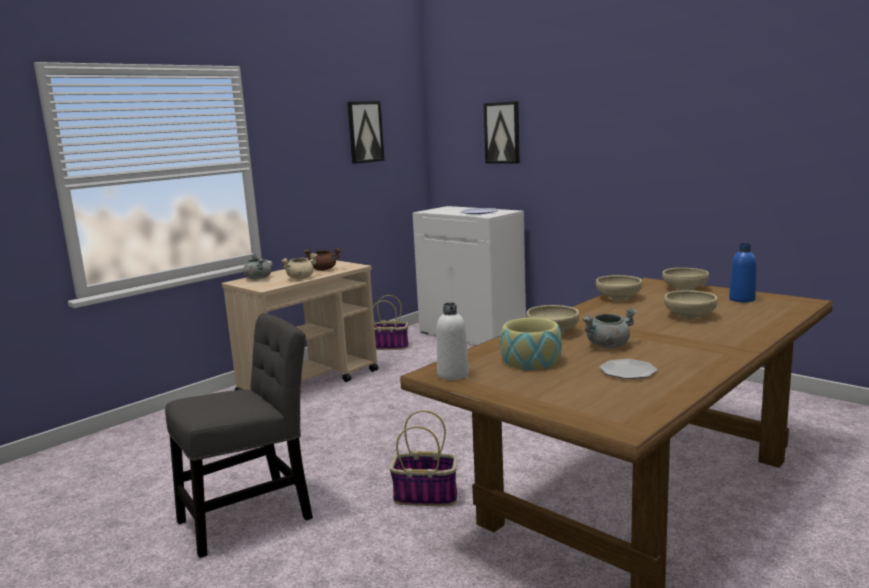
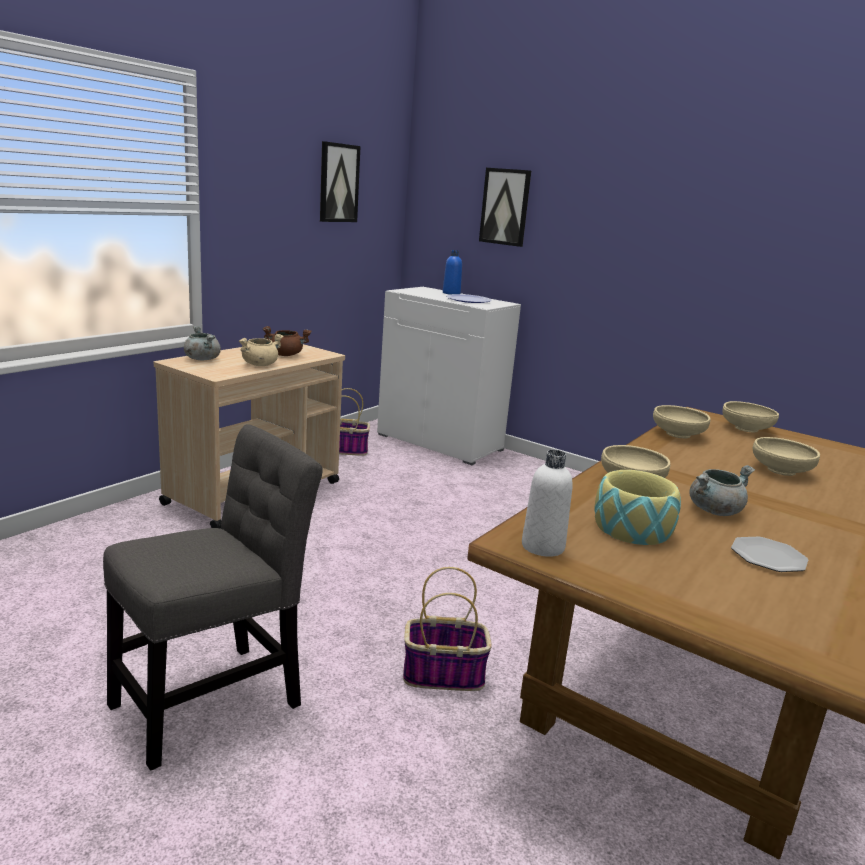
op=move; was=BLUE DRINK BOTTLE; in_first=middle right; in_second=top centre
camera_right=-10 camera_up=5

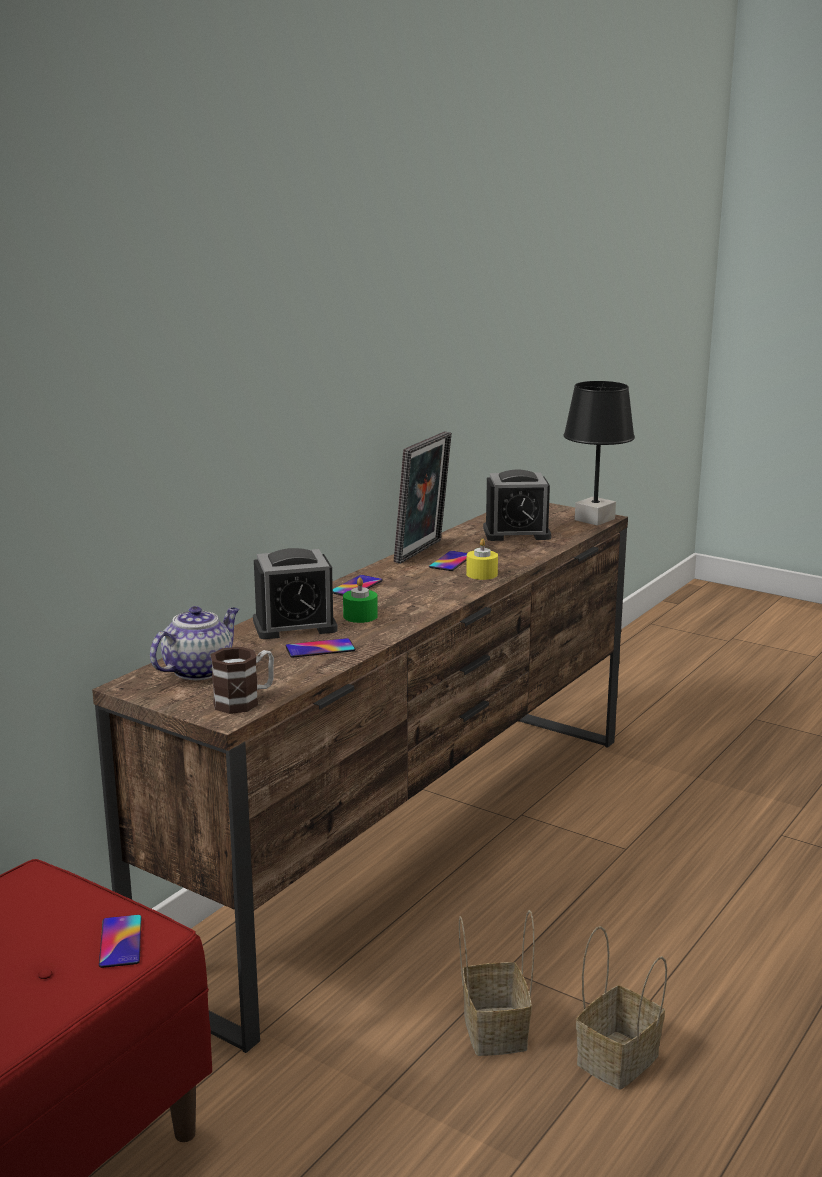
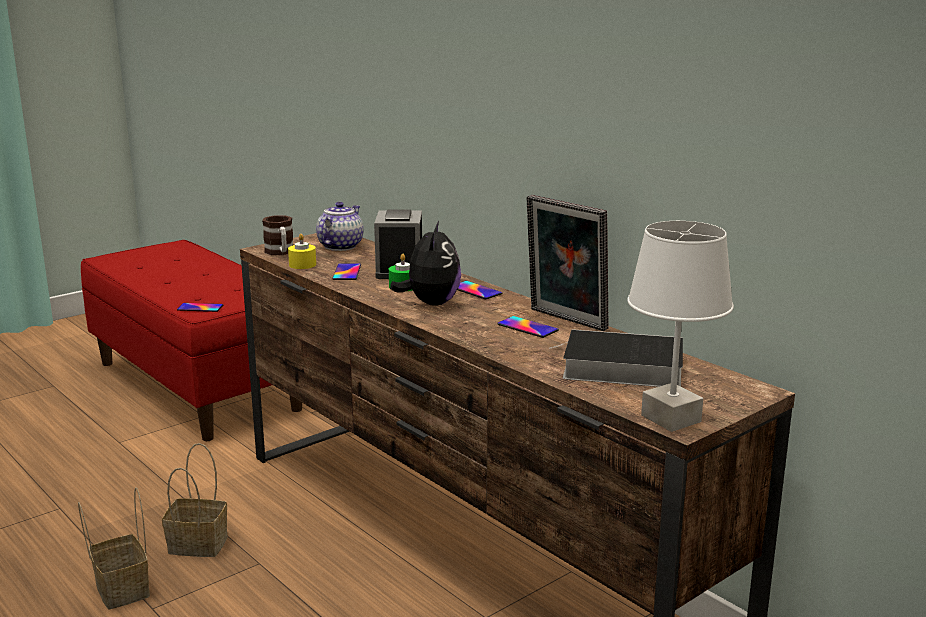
op=move; was=YELLOWISH CANDLE; in_first=centre; in_second=middle left
op=rotate; was=TEA POT; in_first=middle left; in_second=centre; clockwise=-120
op=insert; now=CUDDLY TOY; in_second=centre
op=replace; was=TABLE CLOCK (2nd from left); now=BOOK; in_first=centre; in_second=centre
op=recolor; was=BLACK LAMP FOR A TABLE; now=WHITE-COLOURED LAMP FOR A TABLE; in_first=middle right; in_second=middle right
camera_right=105 camera_up=0

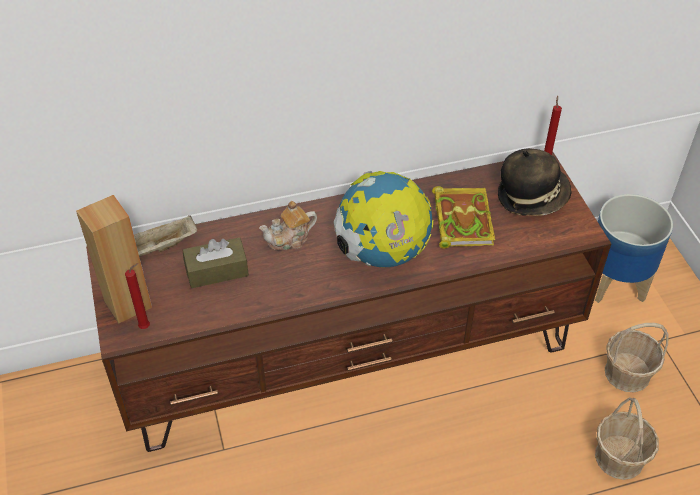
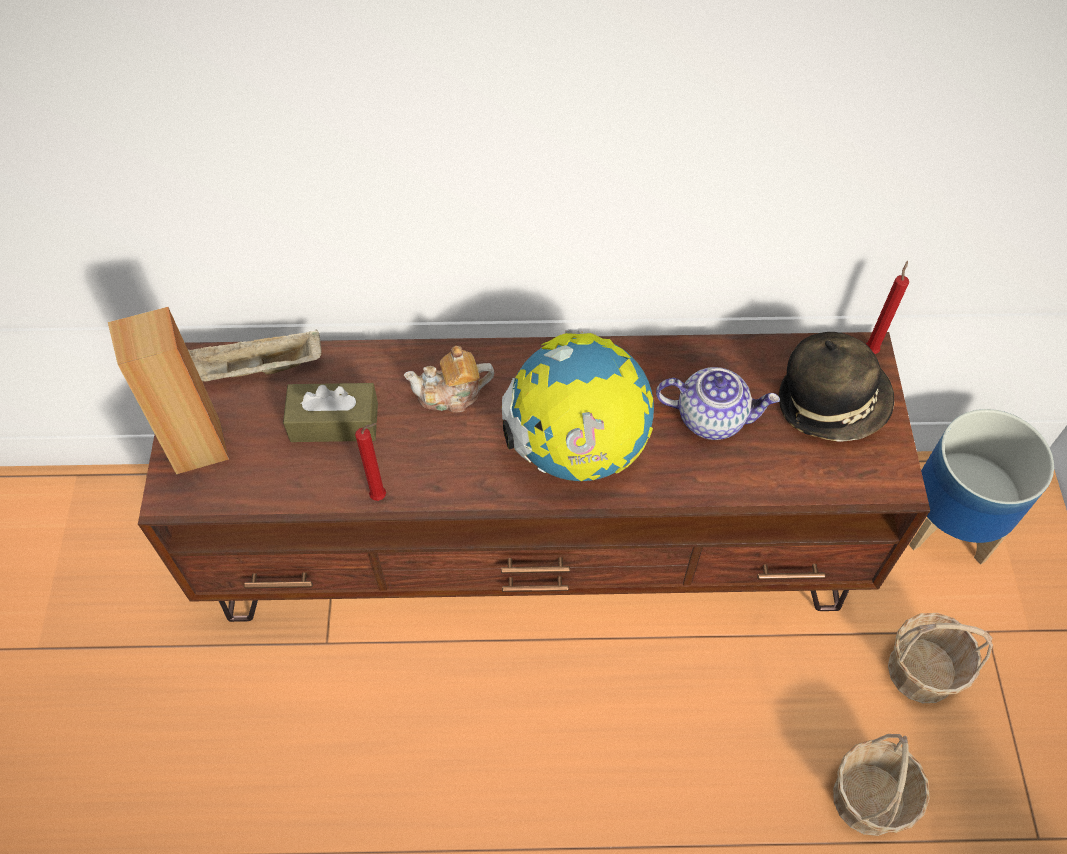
op=move; was=RED-COLOURED CANDLE (1st from left); in_first=middle left; in_second=centre
op=replace; was=BOOK; now=TEA POT (2nd from left); in_first=centre; in_second=middle right
camera_right=15 camera_up=10

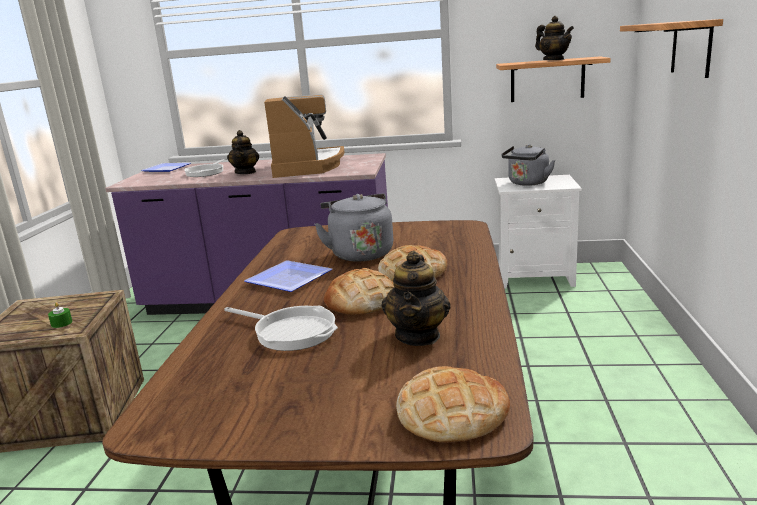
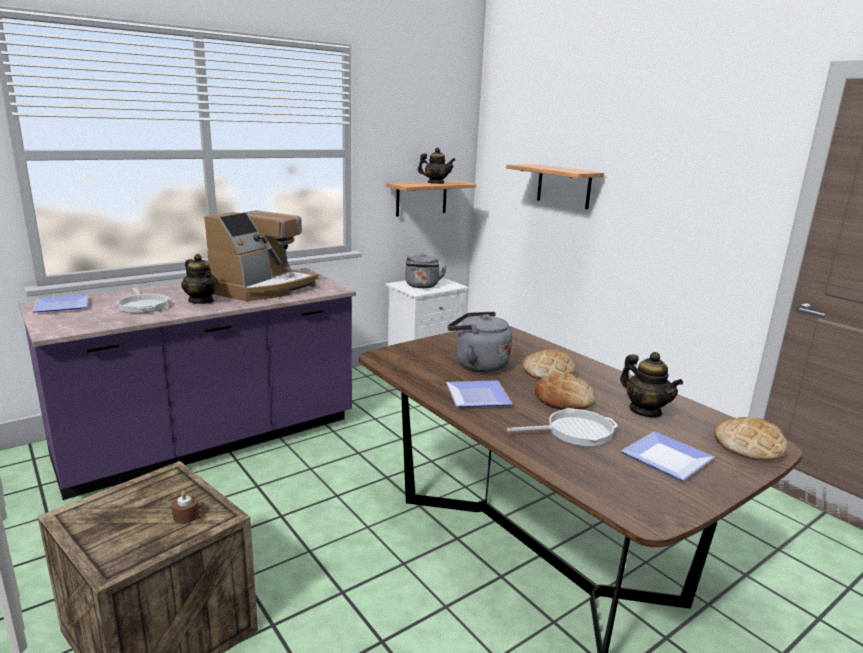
op=recolor; was=GREEN CANDLE; now=BROWN CANDLE; in_first=middle left; in_second=bottom left
op=rotate; was=COFFEE BREWER; in_first=top centre; in_second=middle left; clockwise=75
op=insert; now=DINNER PLATE (3rd from left); in_second=bottom right
camera_right=-45 camera_up=0

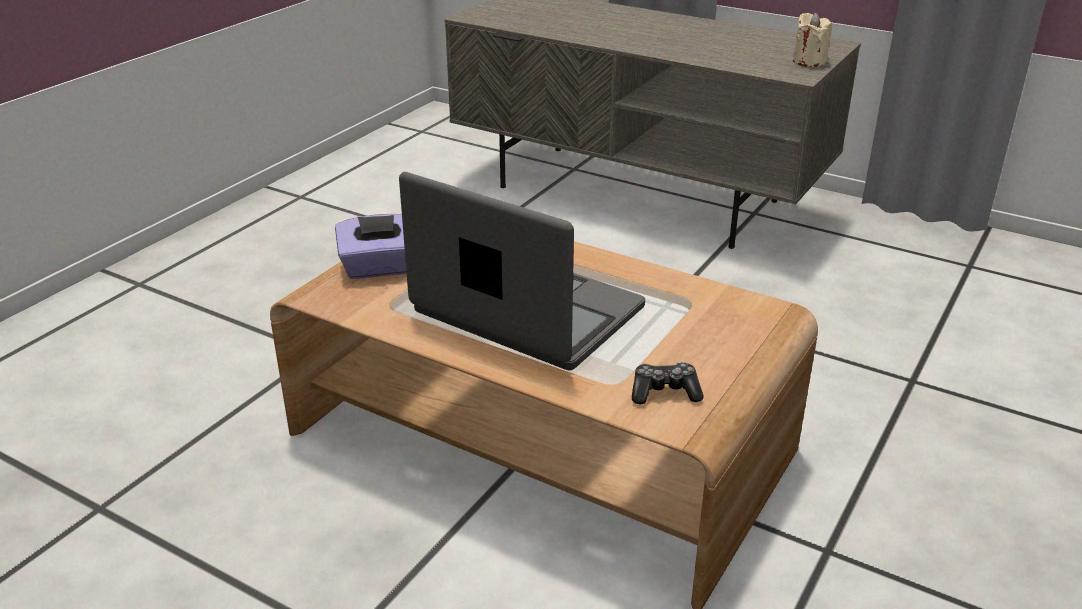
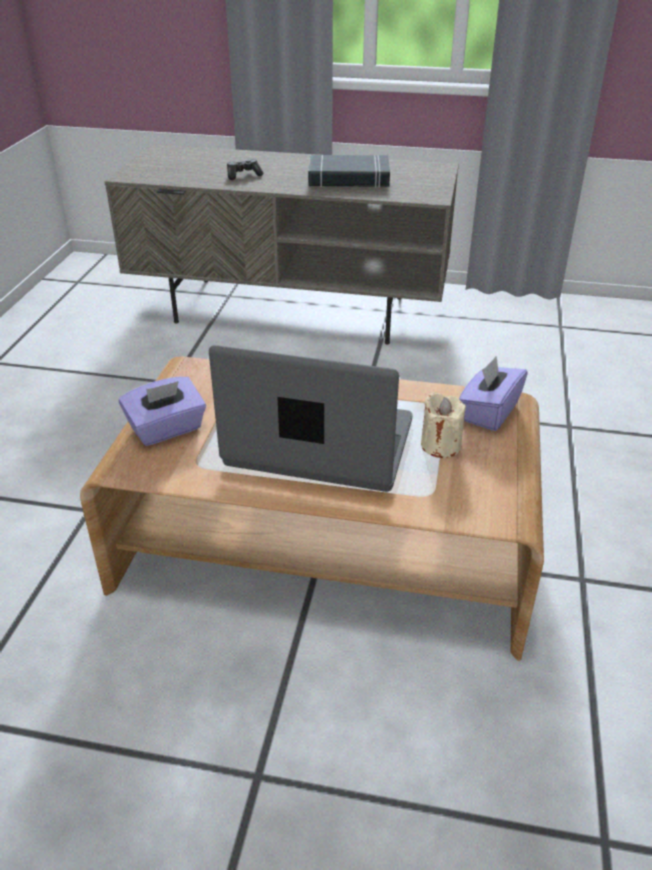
op=move; was=GAMEPAD; in_first=centre; in_second=top centre
op=insert; now=BLACK BOOK; in_second=top centre
op=move; was=BEIGE-COLOURED CANDLE; in_first=top right; in_second=middle right
op=insert; now=PURPLISH TISSUE HOLDER (2nd from left); in_second=middle right
camera_right=-20 camera_up=5

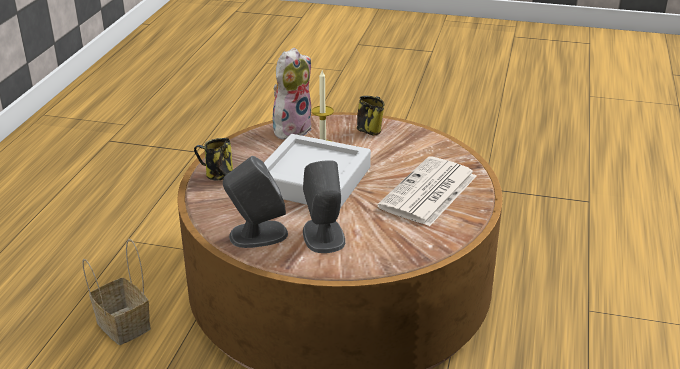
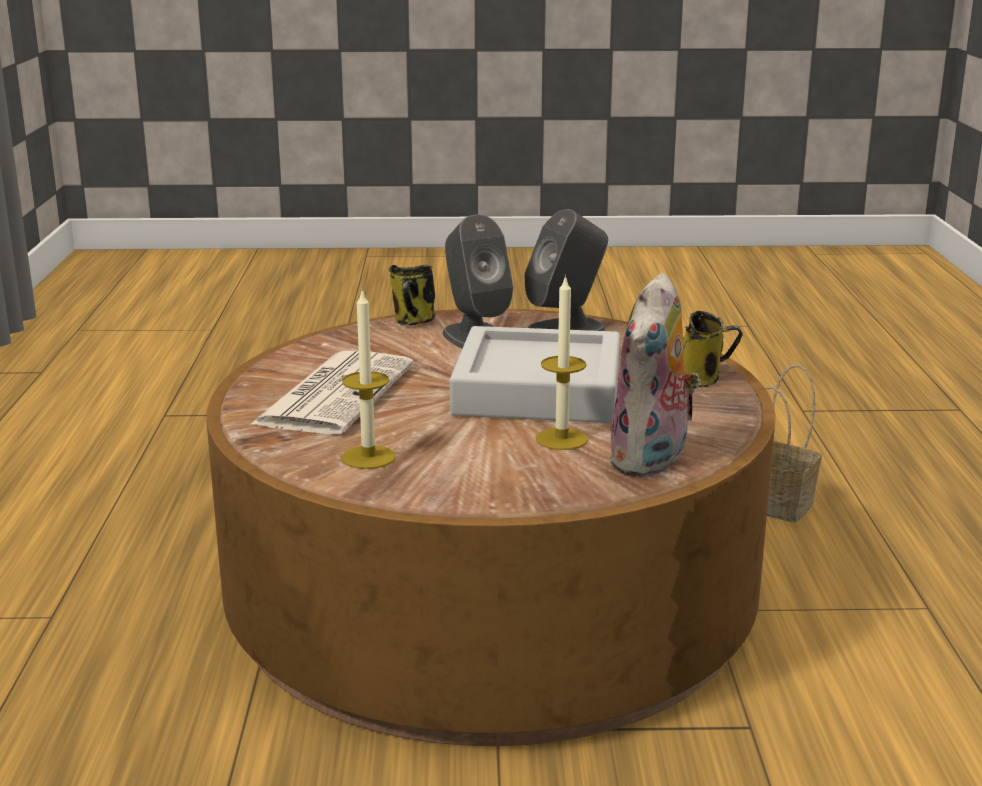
op=insert; now=CANDLE (1st from left); in_second=centre
op=move; was=TEA MUG (2nd from left in the first image); now=TEA MUG (1st from left); in_first=top centre; in_second=centre
camera_right=165 camera_up=-10

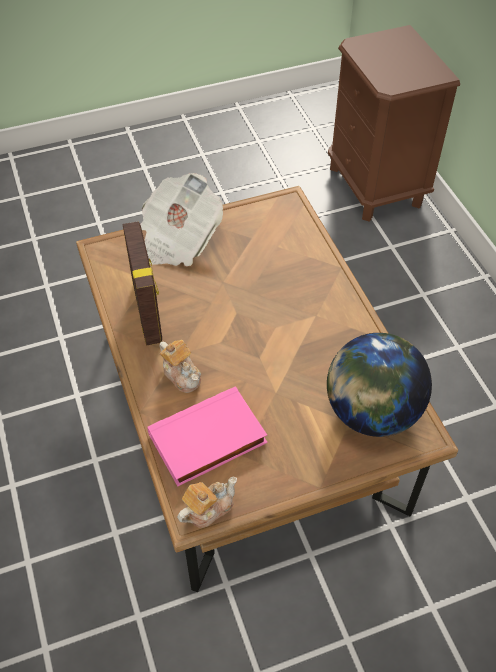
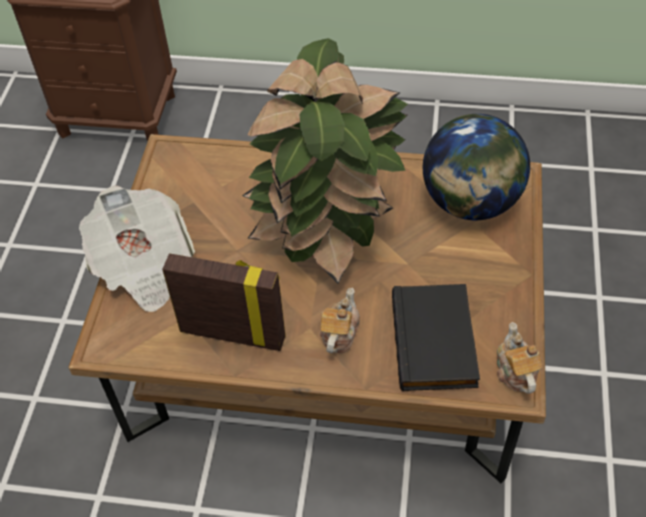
op=insert; now=HOUSEPLANT; in_second=top centre
op=rotate; was=TEA POT (1st from left); in_first=centre; in_second=centre; clockwise=-60
op=recolor; was=PINK BOOK; now=BLACK BOOK; in_first=centre; in_second=middle right
camera_right=-60 camera_up=0

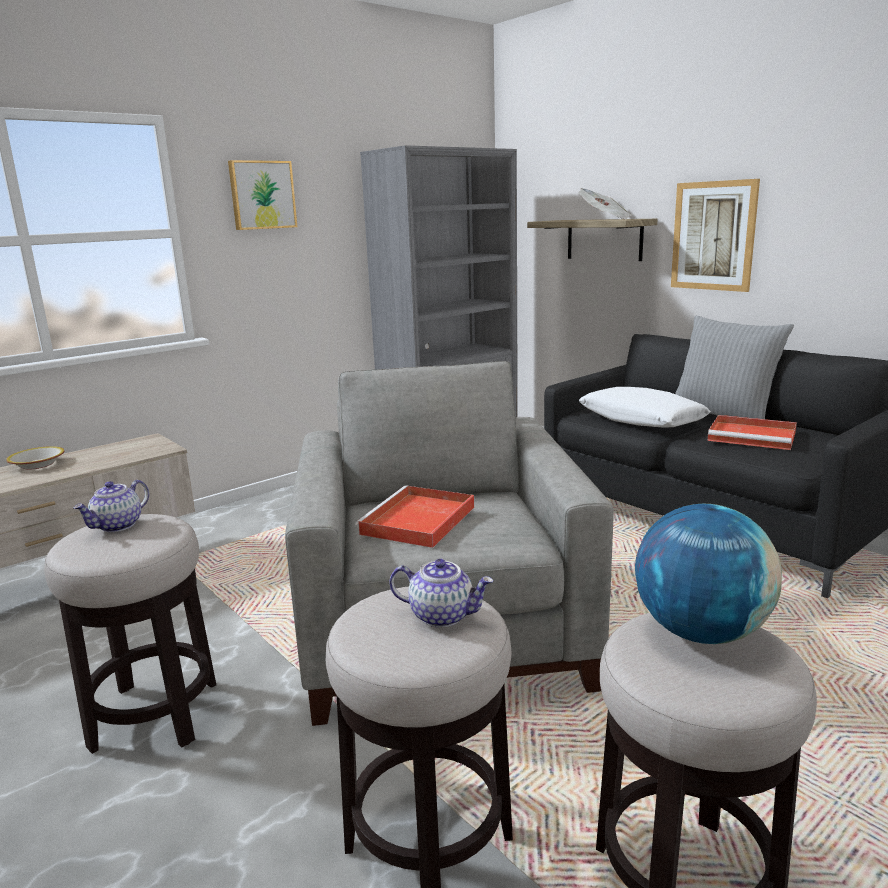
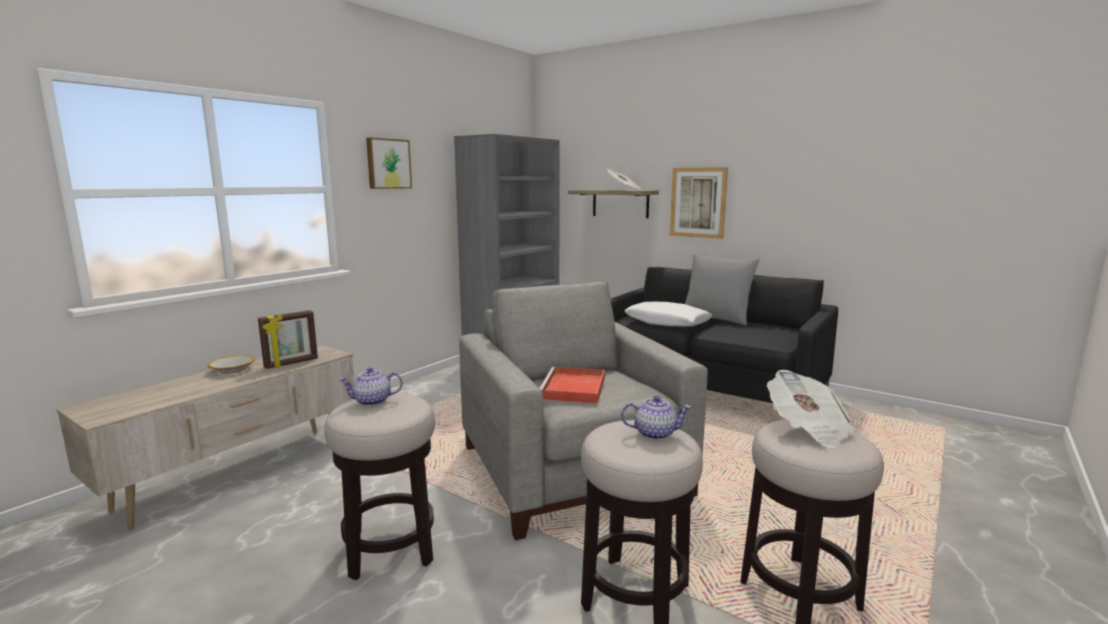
op=insert; now=STANDING FRAME; in_second=middle left
op=rotate; was=TEA POT (1st from left); in_first=middle left; in_second=centre; clockwise=60
op=replace; was=GLOBE; now=NEWSPAPER (2nd from left); in_first=middle right; in_second=middle right
op=delete; was=RED-COLOURED TRAY (2nd from left); in_first=middle right
camera_right=-15 camera_up=-5

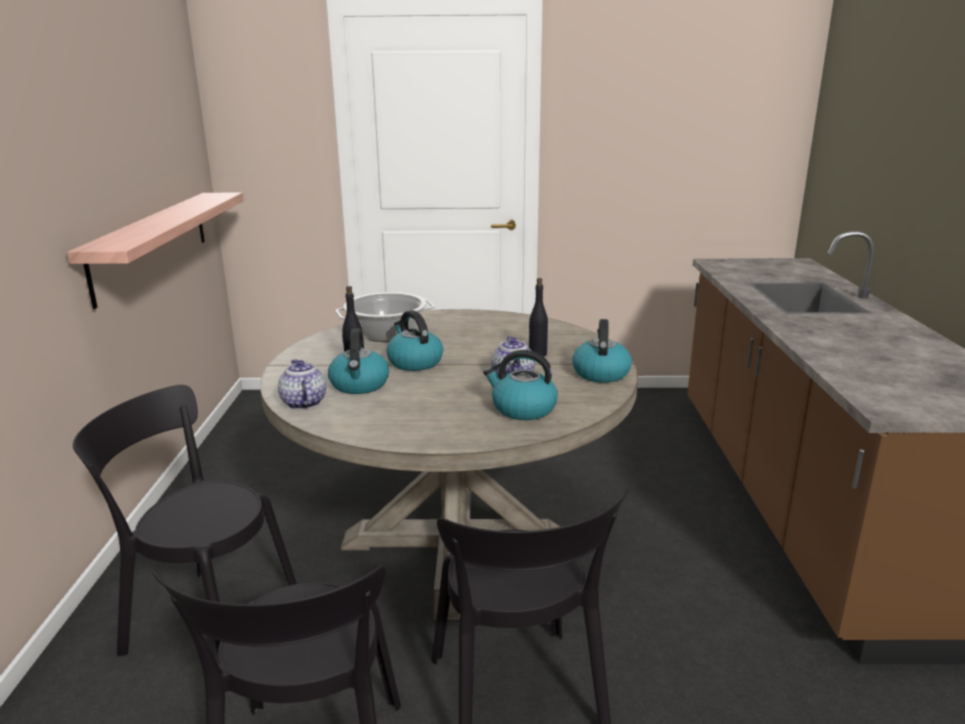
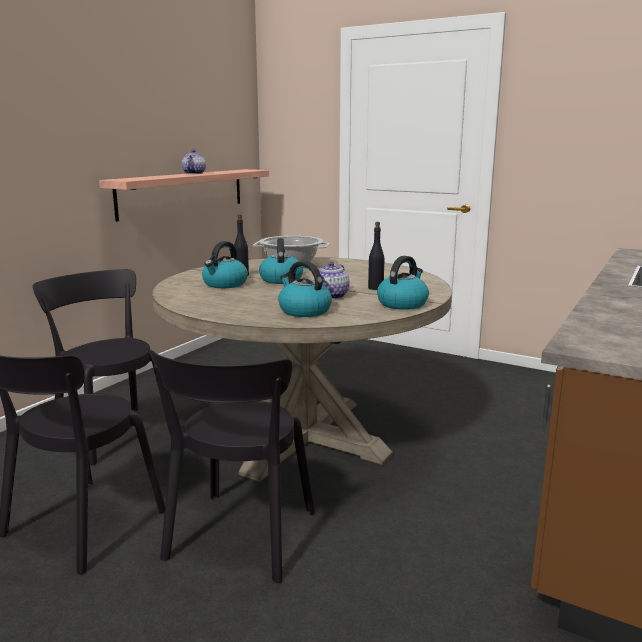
op=move; was=TEA POT (1st from left); in_first=middle left; in_second=top left
camera_right=30 camera_up=-5

